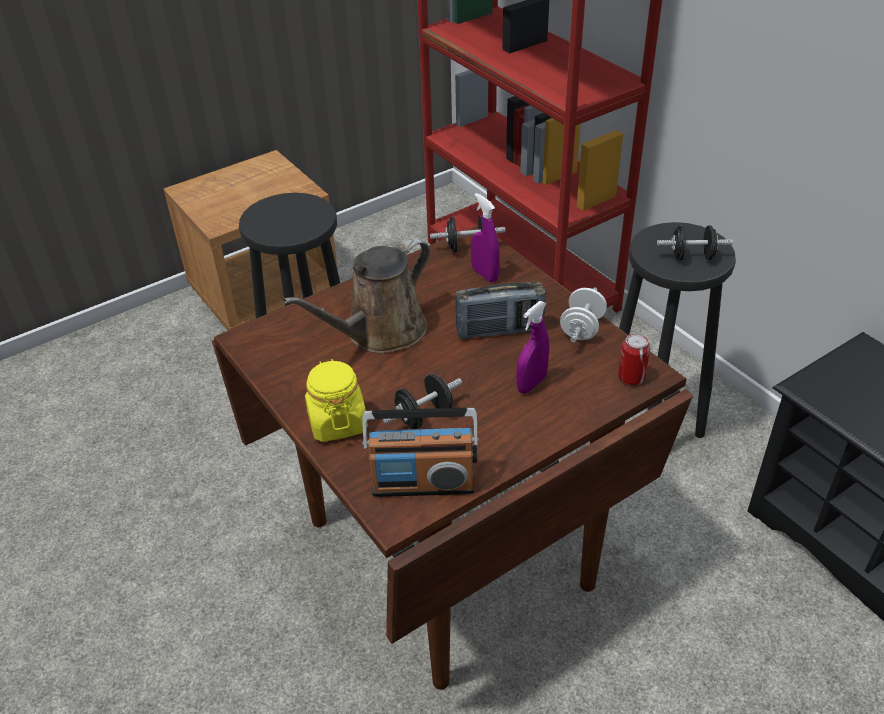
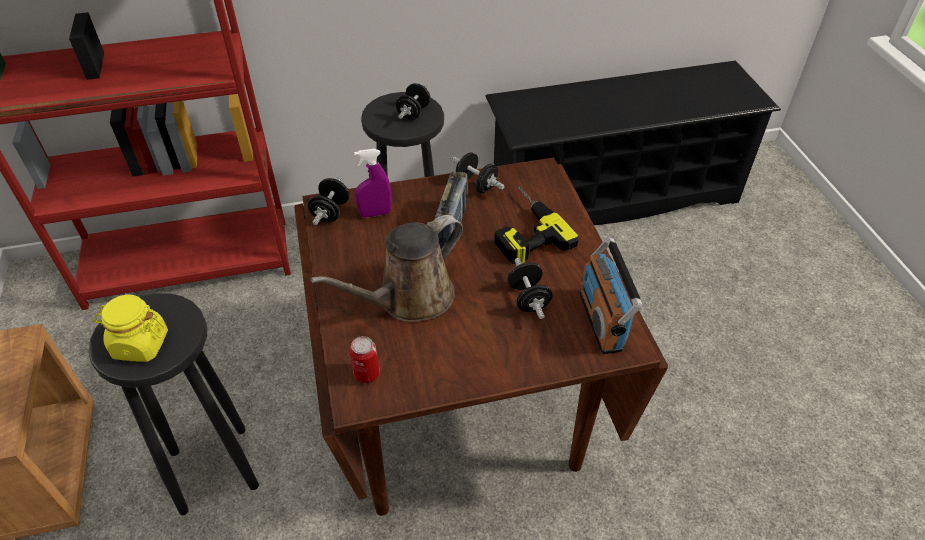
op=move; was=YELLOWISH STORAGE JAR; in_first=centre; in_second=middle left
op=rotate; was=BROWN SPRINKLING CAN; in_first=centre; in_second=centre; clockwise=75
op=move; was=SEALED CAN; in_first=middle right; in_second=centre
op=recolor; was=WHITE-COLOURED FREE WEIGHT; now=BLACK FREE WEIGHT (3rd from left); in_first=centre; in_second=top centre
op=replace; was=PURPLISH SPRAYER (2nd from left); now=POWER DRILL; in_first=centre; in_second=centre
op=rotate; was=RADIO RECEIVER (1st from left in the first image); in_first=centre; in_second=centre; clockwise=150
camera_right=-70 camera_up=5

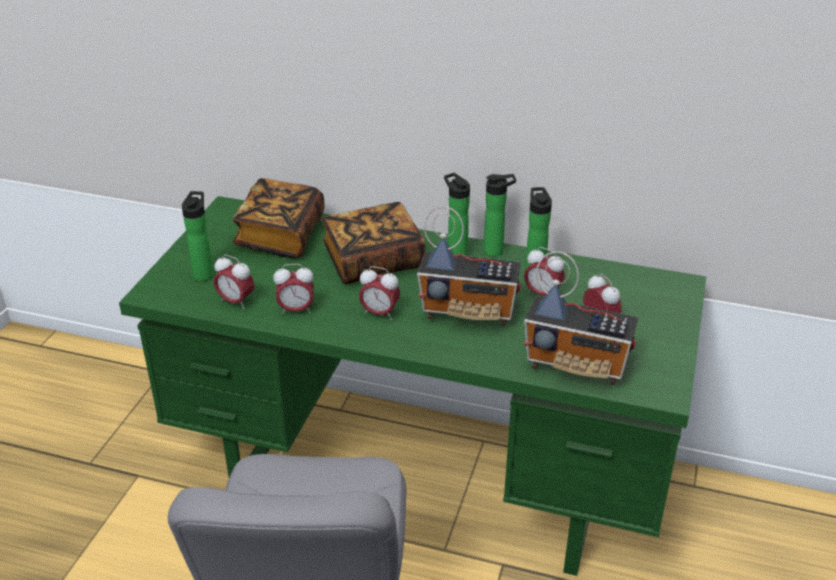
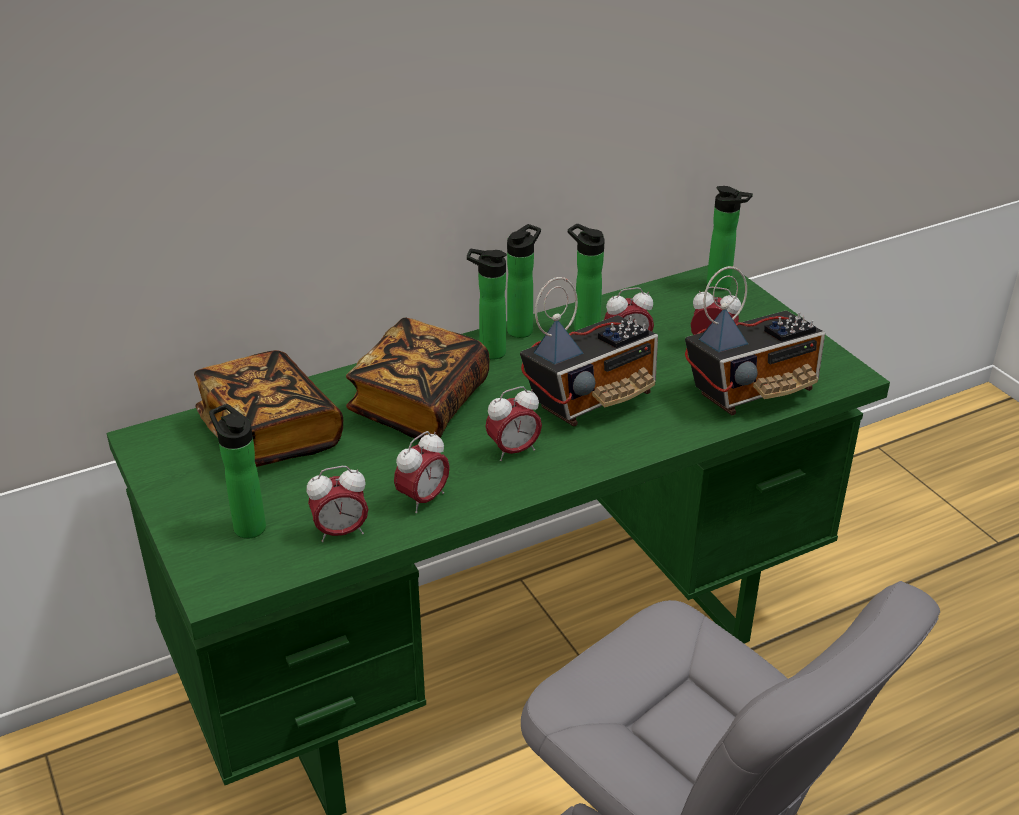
op=insert; now=DRINK BOTTLE (5th from left); in_second=top right
camera_right=-45 camera_up=0

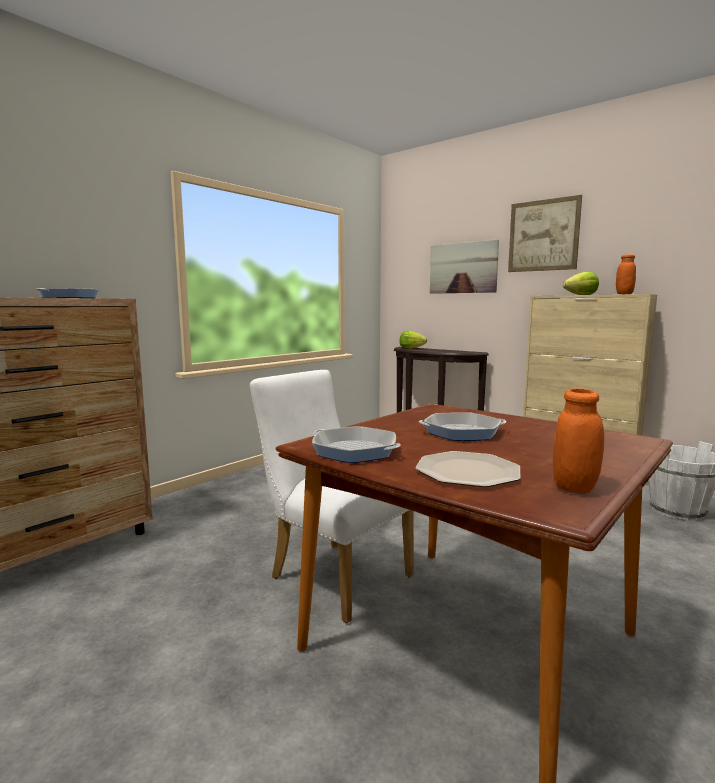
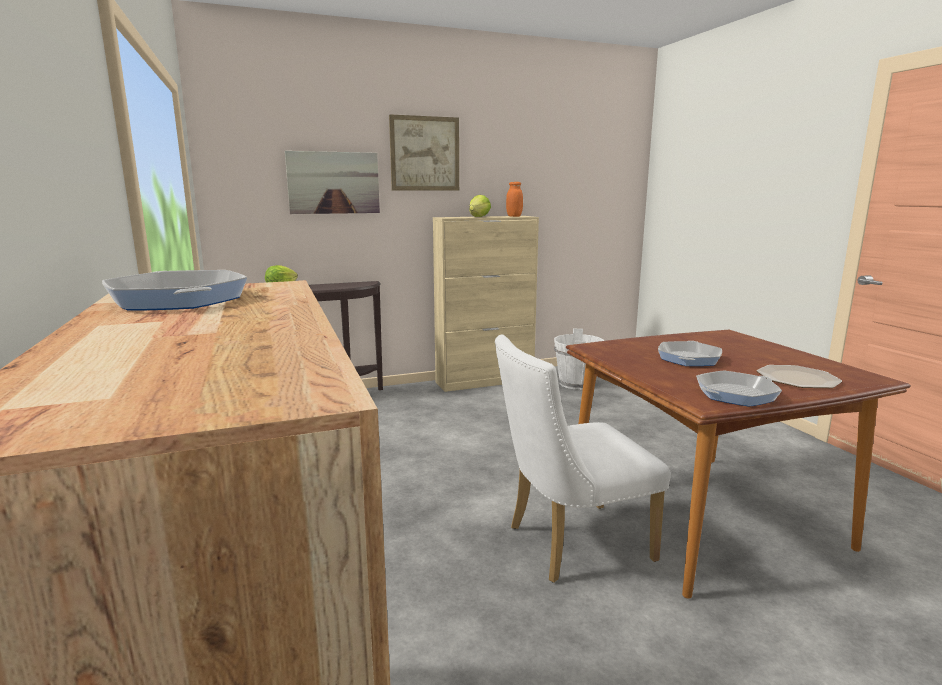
op=delete; was=ORANGE STORAGE JAR (1st from left); in_first=middle right
camera_right=-60 camera_up=5

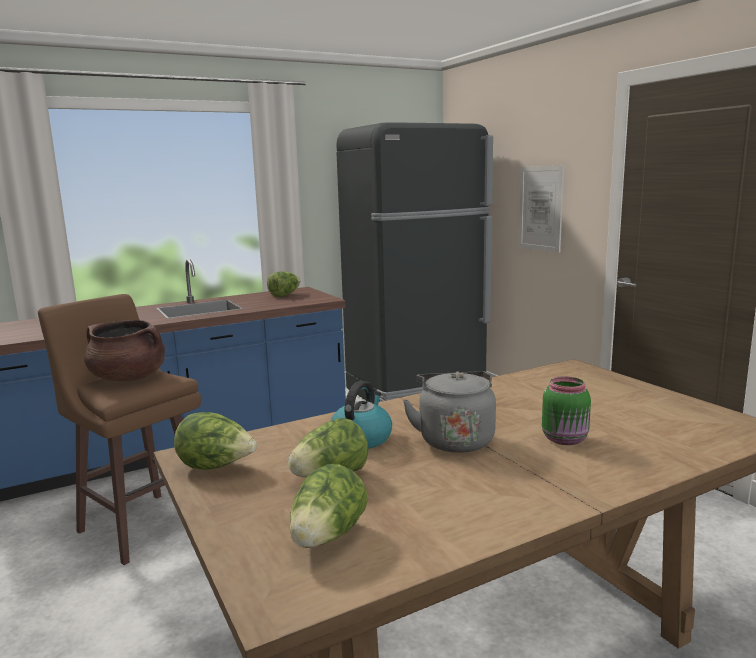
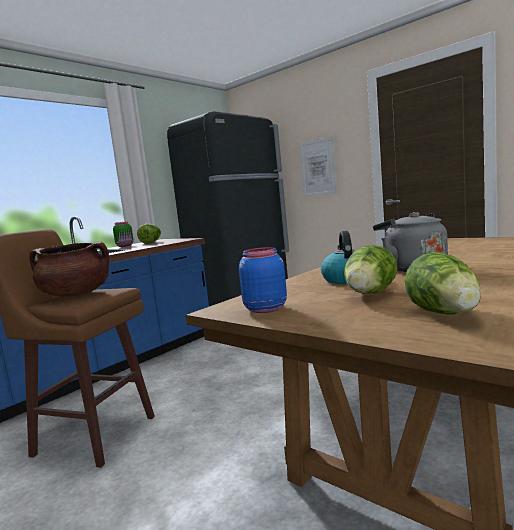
op=move; was=GREEN STORAGE JAR; in_first=middle right; in_second=middle left
op=replace; was=HEAD OF LETTUCE (1st from left); now=BLUE STORAGE JAR; in_first=bottom left; in_second=centre
camera_right=-20 camera_up=-5

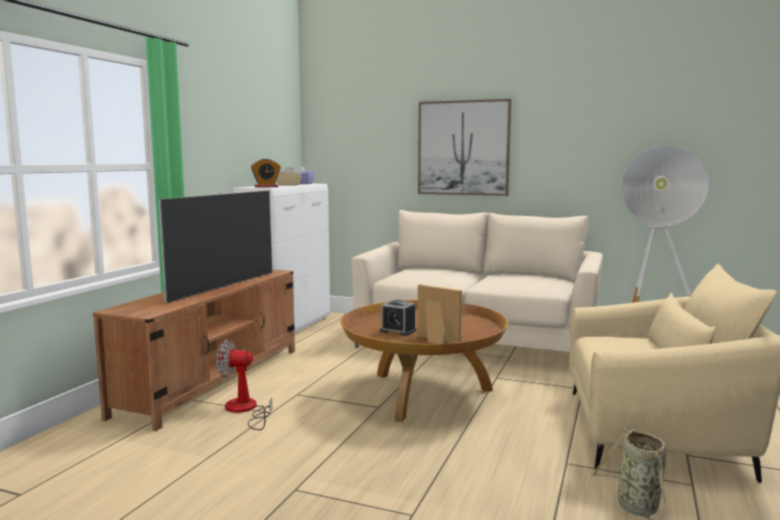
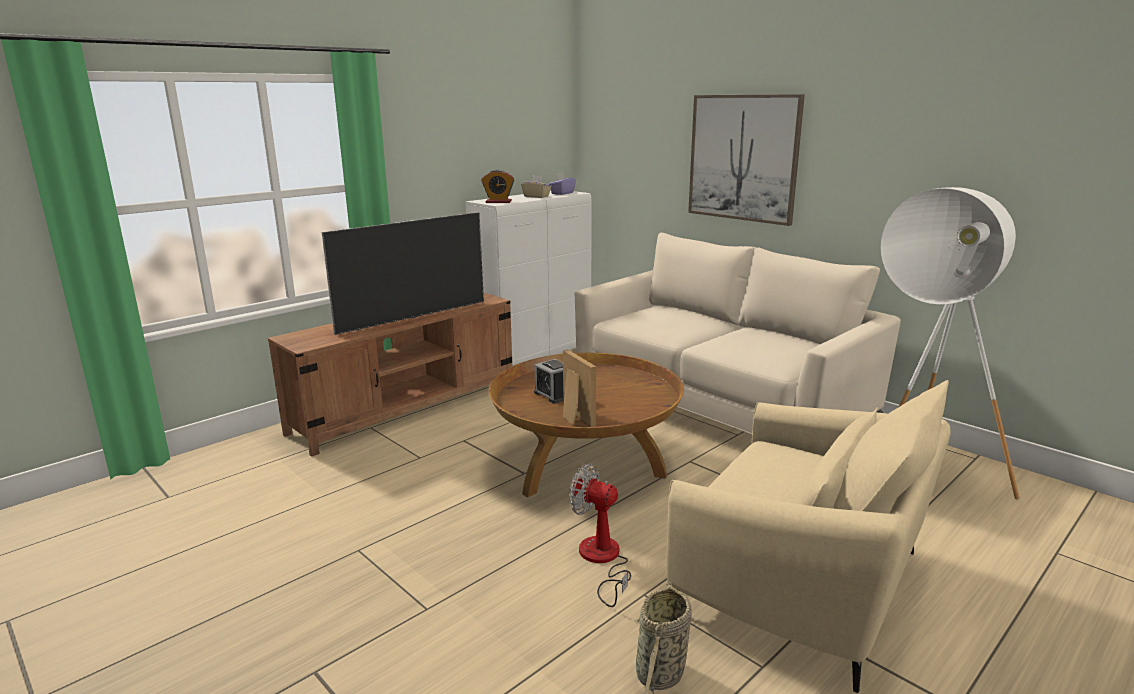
op=move; was=FAN; in_first=bottom left; in_second=bottom centre
camera_right=25 camera_up=10

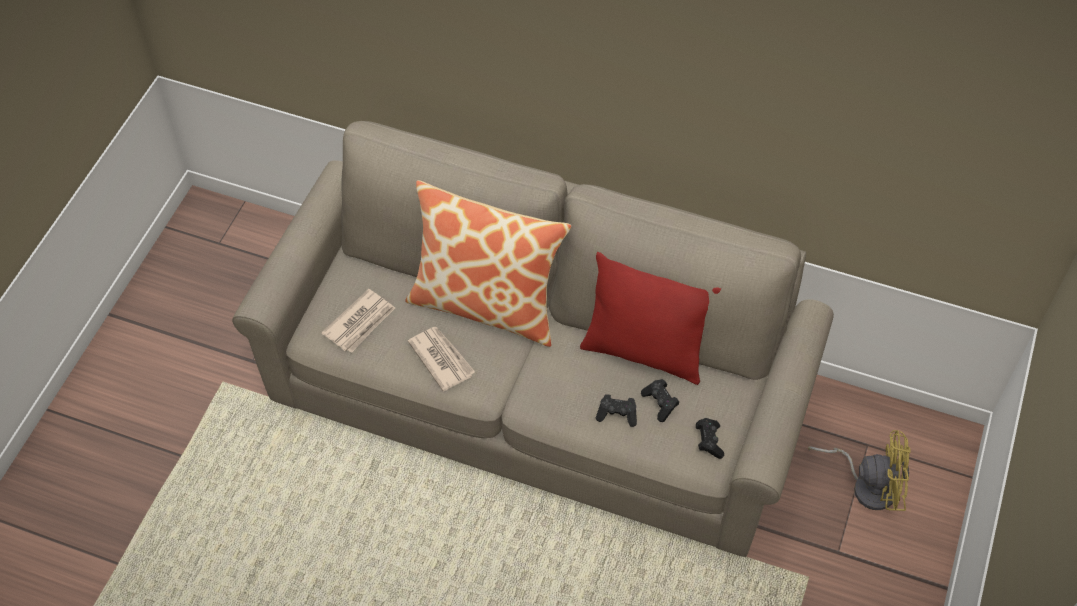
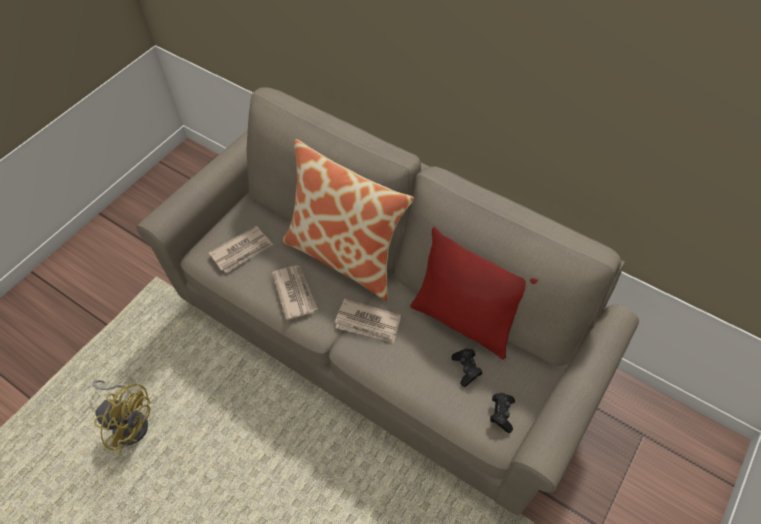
op=move; was=YELLOWISH FAN; in_first=bottom right; in_second=bottom left
op=insert; now=NEWSPAPER (3rd from left); in_second=centre
op=delete; was=BLACK GAMEPAD (1st from left); in_first=bottom centre
camera_right=15 camera_up=0

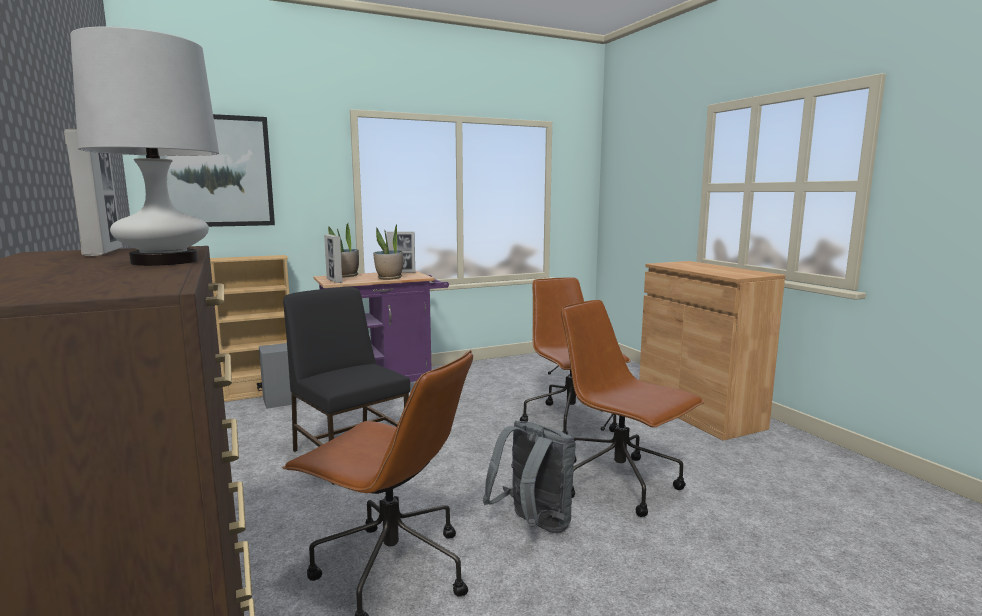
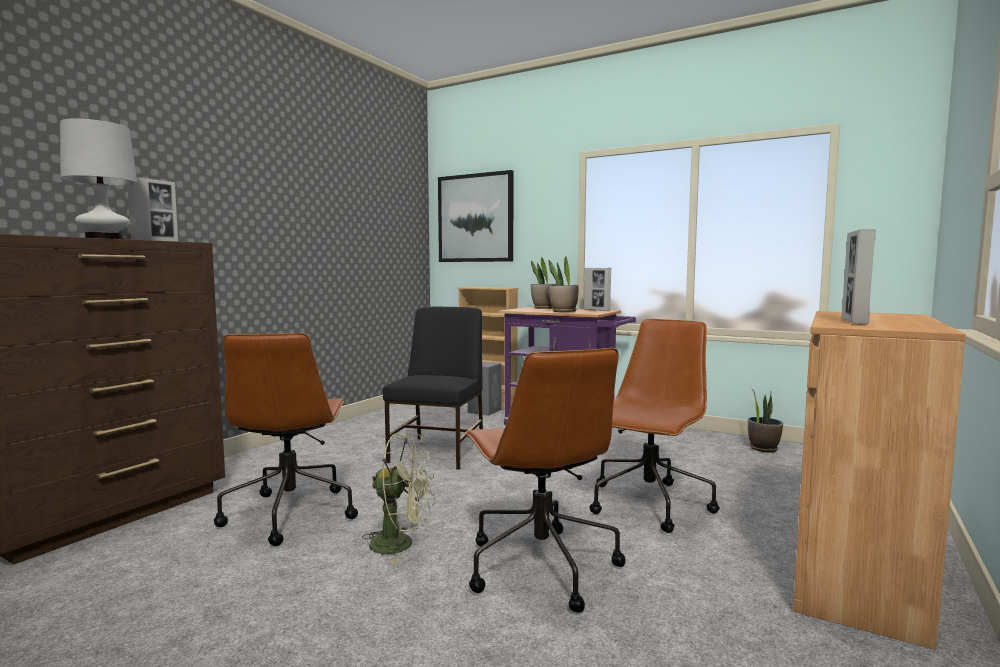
op=replace; was=GRAY BACKPACK; now=GREEN FAN; in_first=bottom centre; in_second=bottom centre
op=rotate; was=BROWN OFFICE CHAIR (3rd from left in the first image); in_first=centre; in_second=bottom centre; clockwise=150
op=insert; now=HOUSEPLANT (3rd from left); in_second=middle right
op=move; was=STANDING FRAME (2nd from left in the first image); now=STANDING FRAME (3rd from left); in_first=centre; in_second=middle right
camera_right=55 camera_up=-5

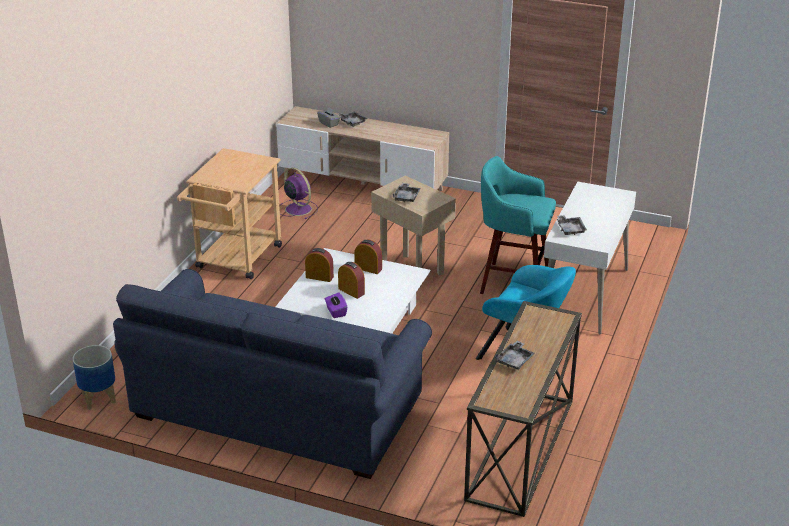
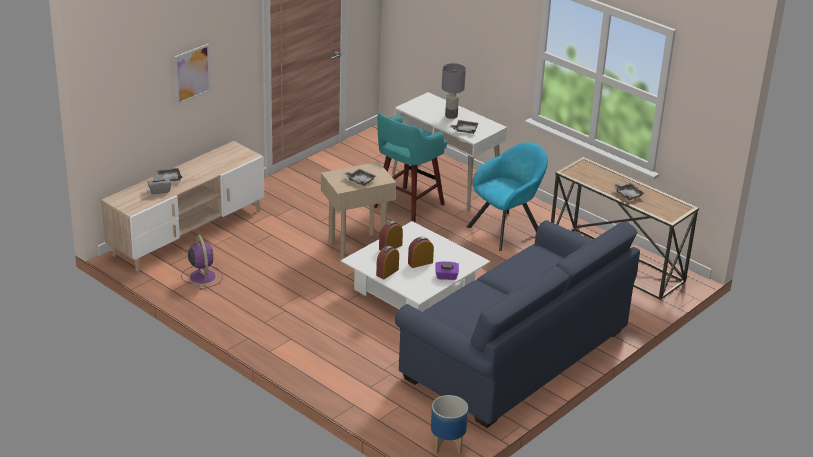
op=insert; now=WALL ART; in_second=top left
op=rotate; was=PURPLISH FAN; in_first=centre; in_second=middle left; clockwise=90
op=insert; now=GRAY LAMP FOR A TABLE; in_second=top centre
op=delete; was=BEIGE-COLOURED TROLLEY; in_first=middle left
camera_right=-70 camera_up=0

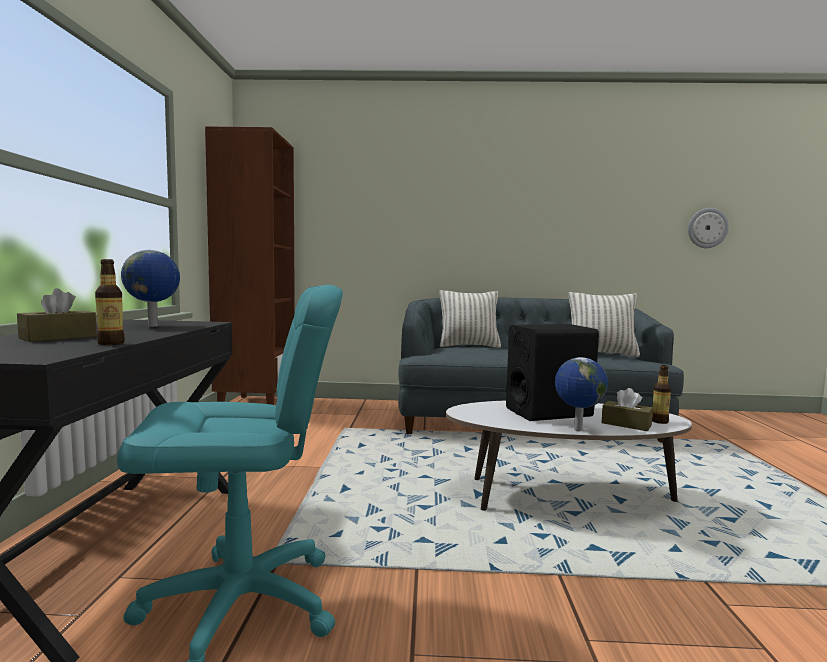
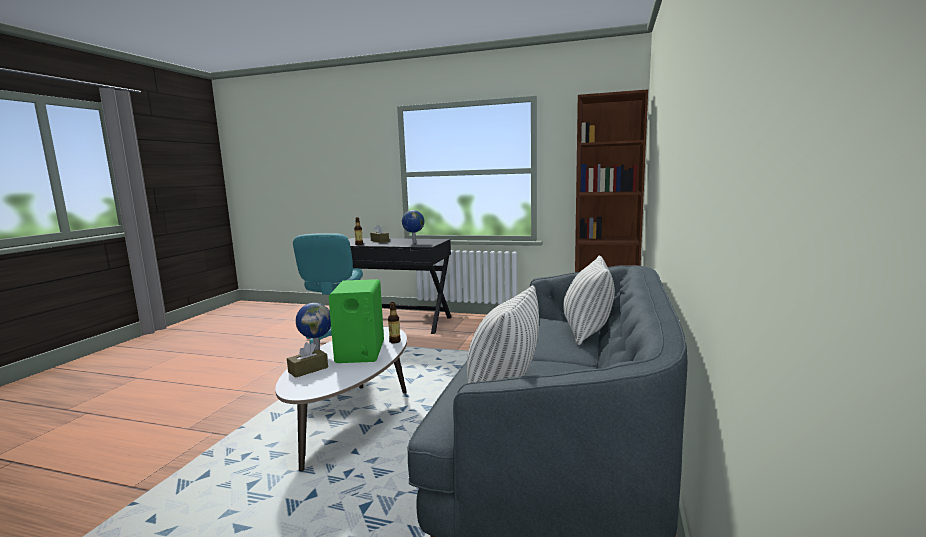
op=recolor; was=BLACK AUDIO SPEAKER; now=GREEN AUDIO SPEAKER; in_first=middle right; in_second=centre
op=move; was=DRINK BOTTLE (2nd from left); in_first=middle right; in_second=centre
op=delete; was=CLOCK ON THE WALL; in_first=middle right
camera_right=105 camera_up=5

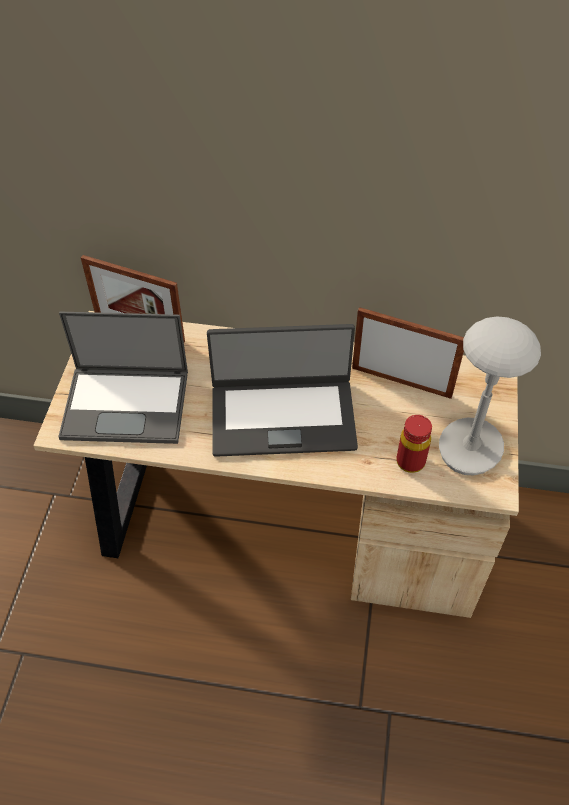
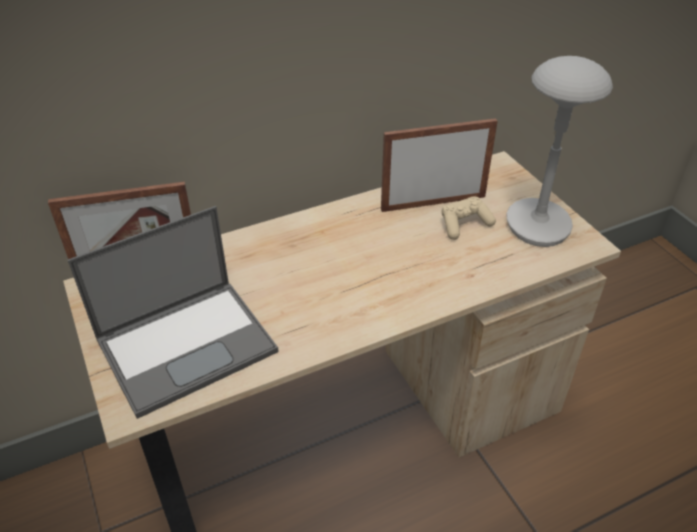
op=insert; now=BEIGE-COLOURED GAMEPAD; in_second=middle right
op=delete; was=LAPTOP (2nd from left); in_first=centre
op=delete; was=RED-COLOURED DRINK BOTTLE; in_first=middle right
camera_right=-35 camera_up=-10

